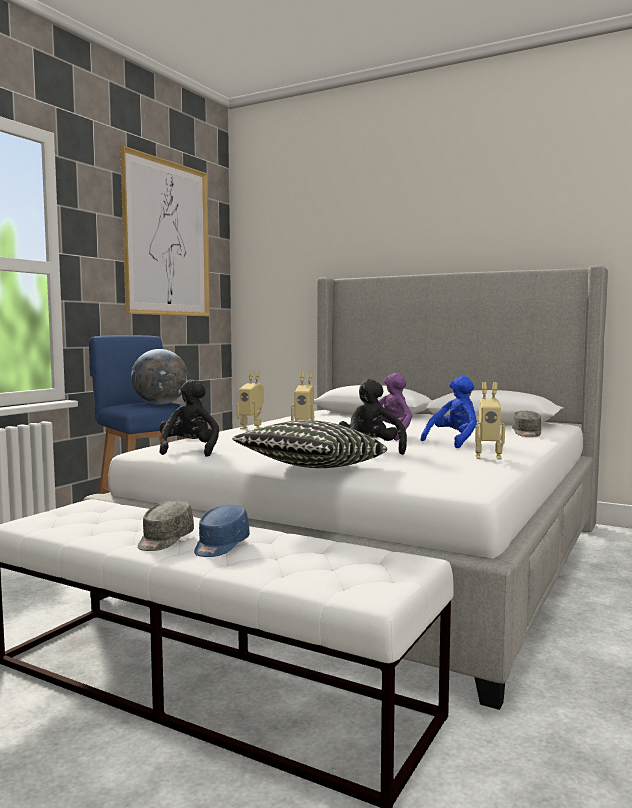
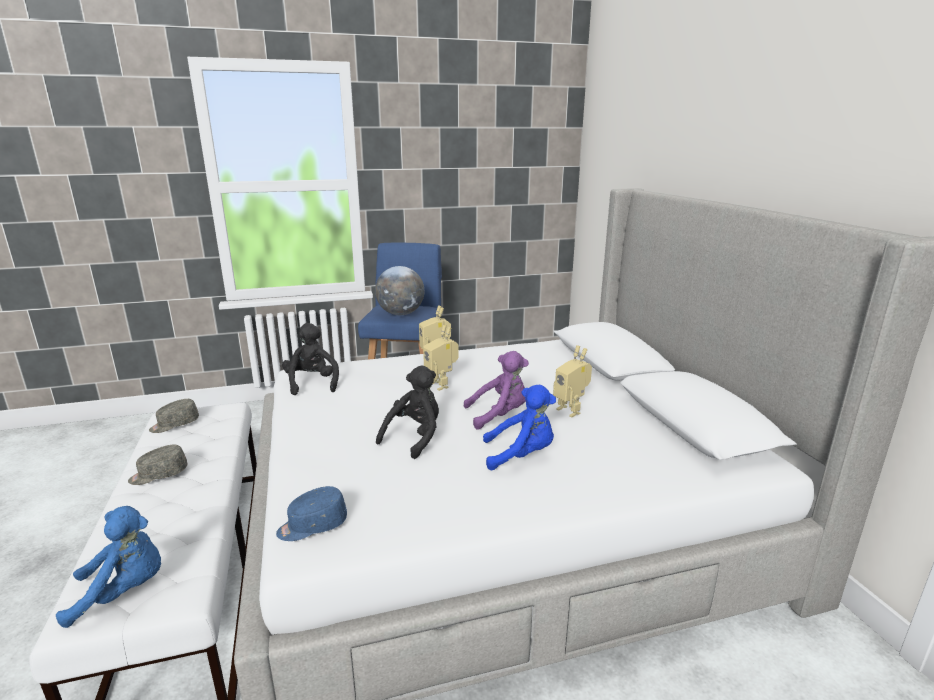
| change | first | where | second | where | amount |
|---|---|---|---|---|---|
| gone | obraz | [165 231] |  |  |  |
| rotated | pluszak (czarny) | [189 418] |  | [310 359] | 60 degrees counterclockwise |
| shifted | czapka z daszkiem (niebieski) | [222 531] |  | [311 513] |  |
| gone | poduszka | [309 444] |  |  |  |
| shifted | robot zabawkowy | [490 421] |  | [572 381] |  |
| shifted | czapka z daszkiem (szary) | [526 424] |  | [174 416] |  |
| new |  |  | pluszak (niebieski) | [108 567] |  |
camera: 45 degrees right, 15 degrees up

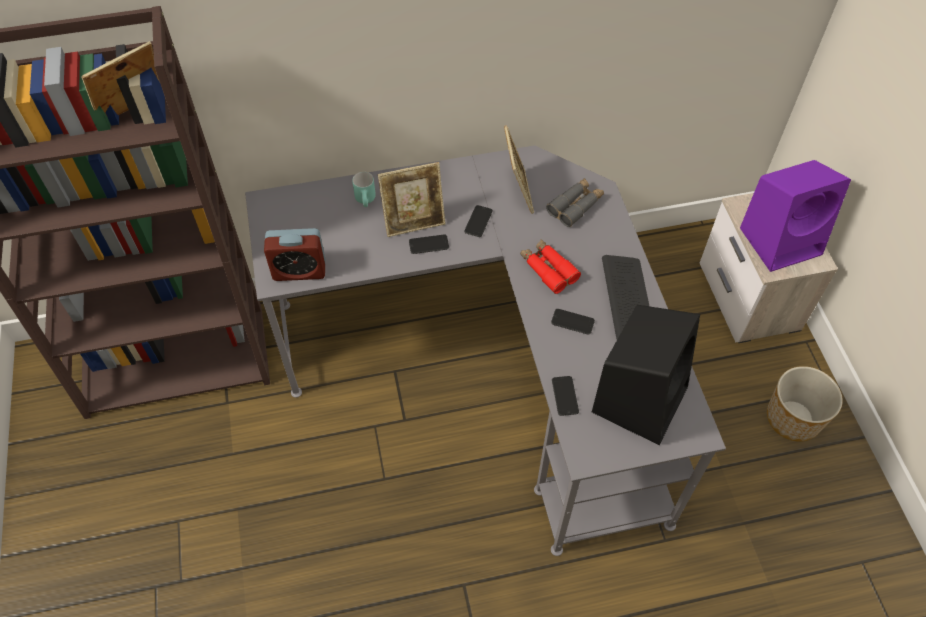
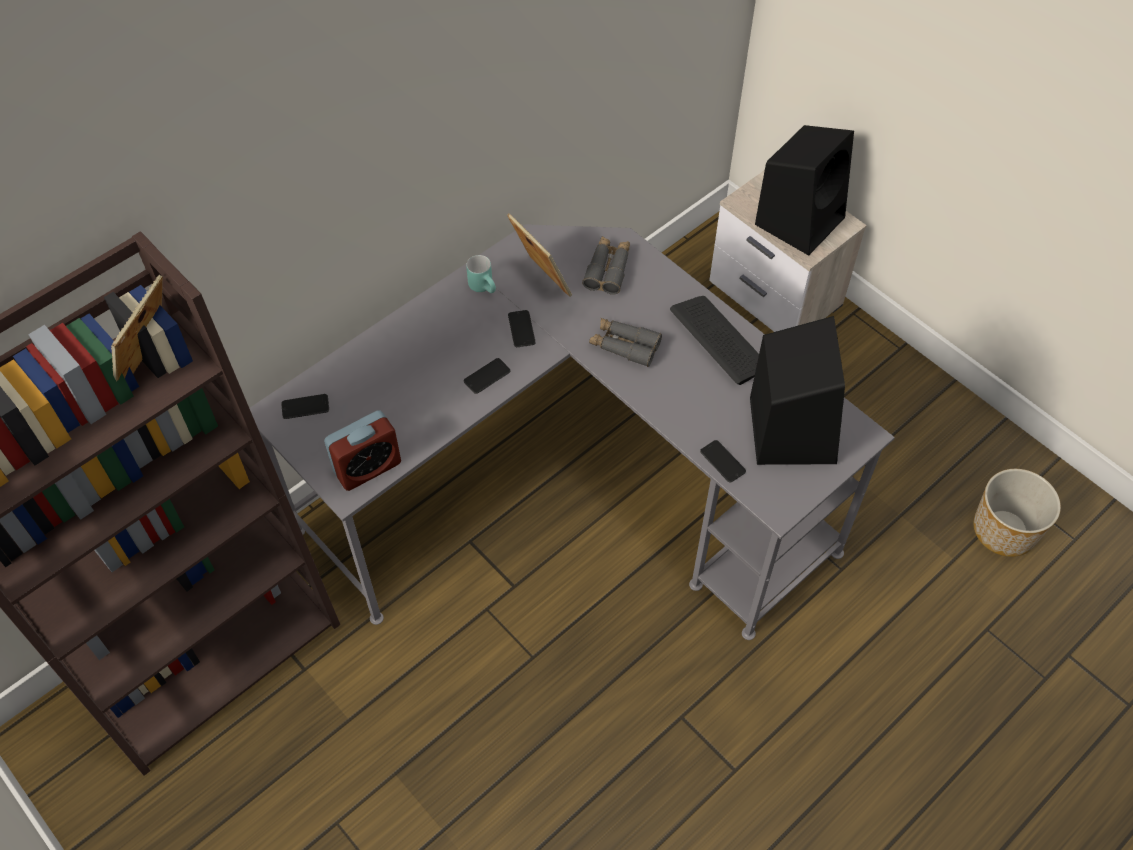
| change | first | where | second | where | amount |
|---|---|---|---|---|---|
| shifted | kubek (turkusowy) | [364 189] |  | [481 274] |  |
| gone | ramka na zdjęcie | [412 199] |  |  |  |
| repainted | lornetka (czerwony) | [550 266] | lornetka (szary) | [625 342] |  |
| shifted | telefon | [573 322] |  | [305 406] |  |
| repainted | głośnik (fioletowy) | [795 216] | głośnik (czarny) | [804 190] |  |
| shifted | donica | [805 404] |  | [1017 513] |  |
camera: 30 degrees left, 0 degrees up

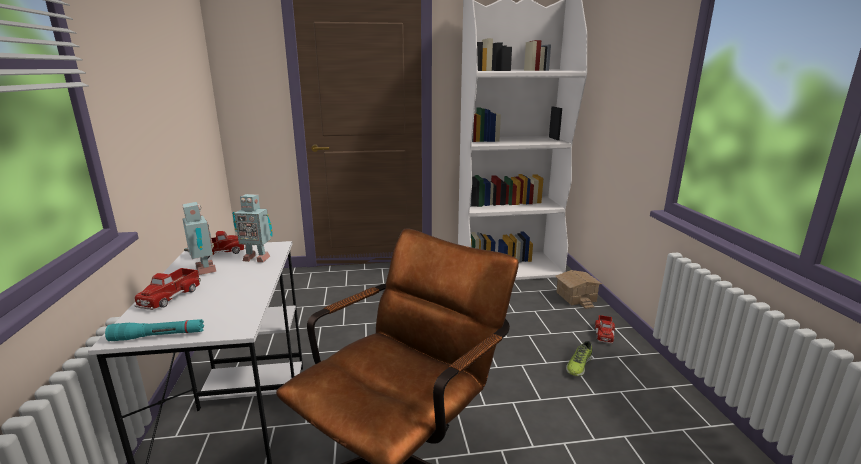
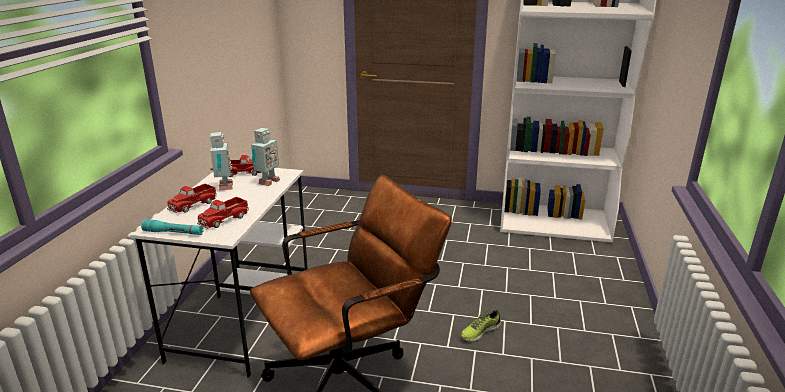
| change | first | where | second | where | amount |
|---|---|---|---|---|---|
| rotated | robot zabawkowy | [252 228] |  | [265 157] | 90 degrees counterclockwise |
| gone | domek | [578 289] |  |  |  |
| shifted | but | [579 358] |  | [481 325] |  |
| shifted | ciężarówka zabawkowa | [605 329] |  | [223 213] |  |
camera: 20 degrees right, 5 degrees up

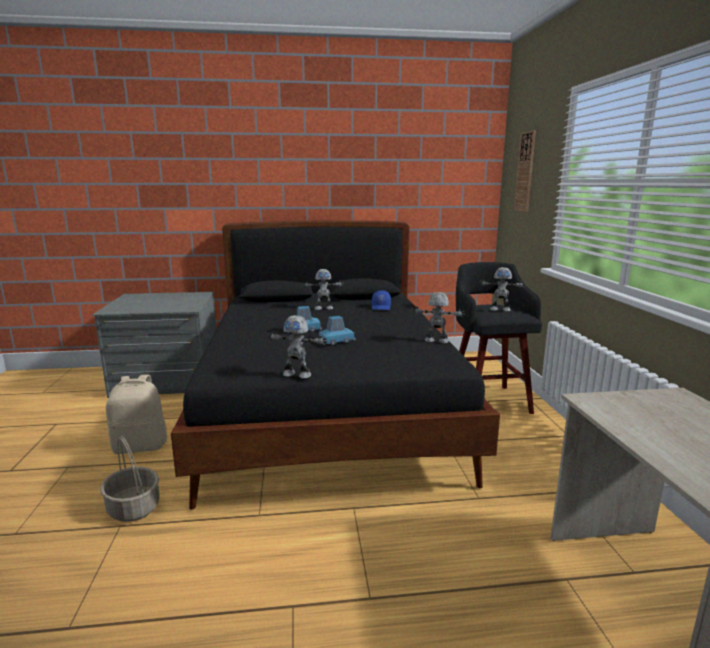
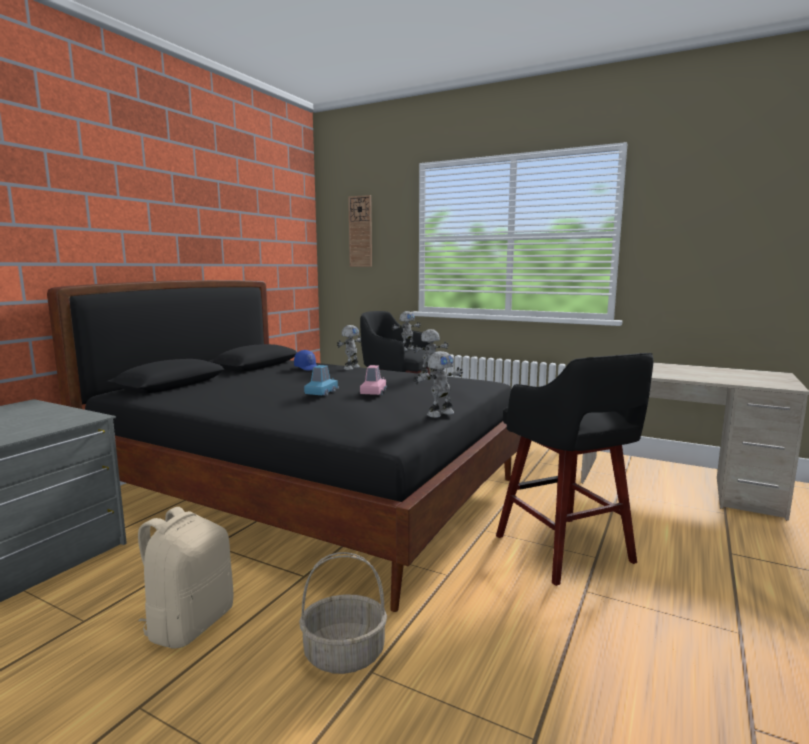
| change | first | where | second | where | amount |
|---|---|---|---|---|---|
| shifted | robot zabawkowy | [323 289] |  | [349 347] |  |
| repainted | samochodzik (niebieski) | [337 330] | samochodzik (różowy) | [373 380] |  |
| new |  |  | stołek (czarny) | [575 469] |  |
camera: 55 degrees left, 5 degrees down

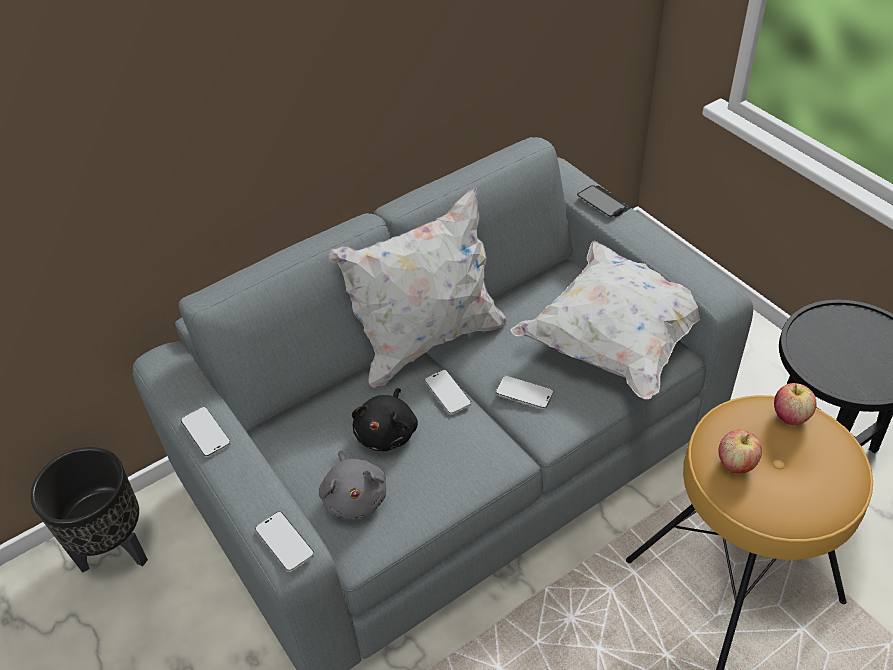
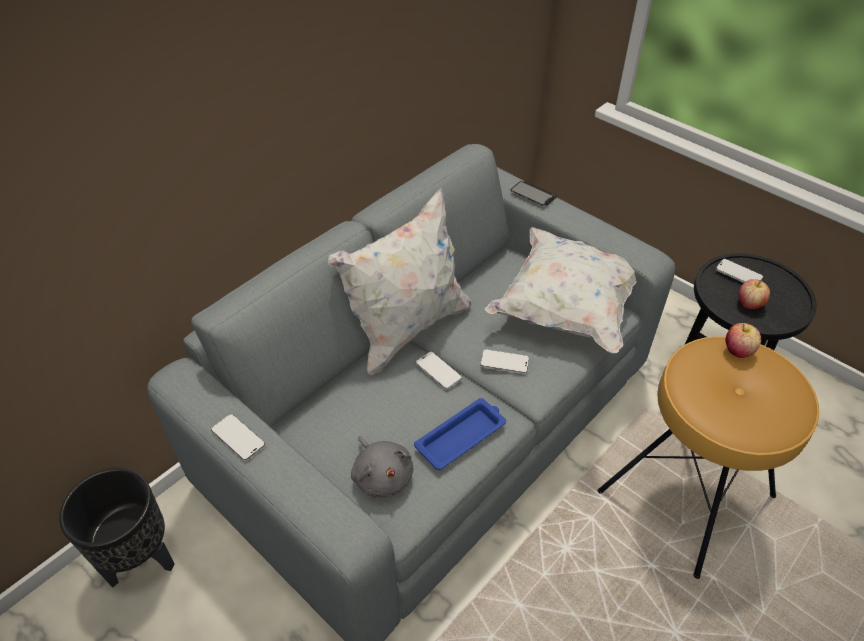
| change | first | where | second | where | amount |
|---|---|---|---|---|---|
| shifted | telefon | [284 542] |  | [739 271] |  |
| gone | pluszak (czarny) | [385 419] |  |  |  |
| shifted | jabłko | [740 452] |  | [754 294] |  |
| new |  |  | taca (niebieski) | [460 434] |  |
camera: 15 degrees left, 0 degrees up

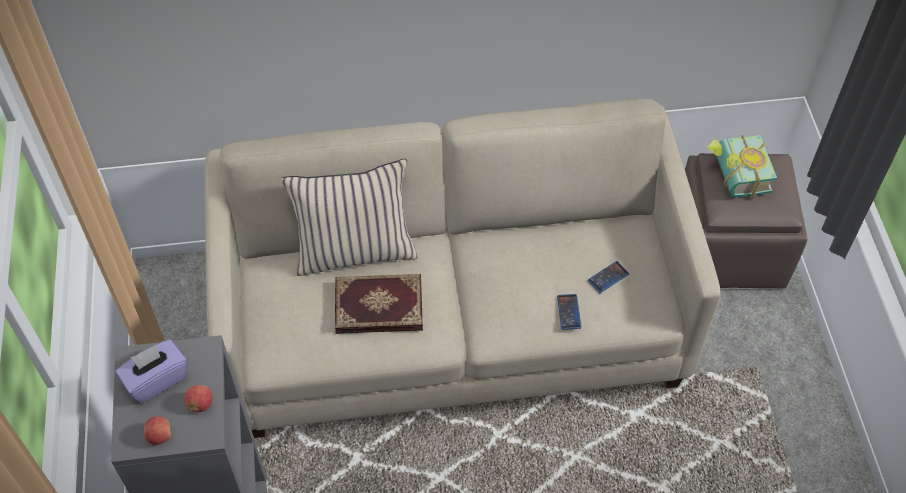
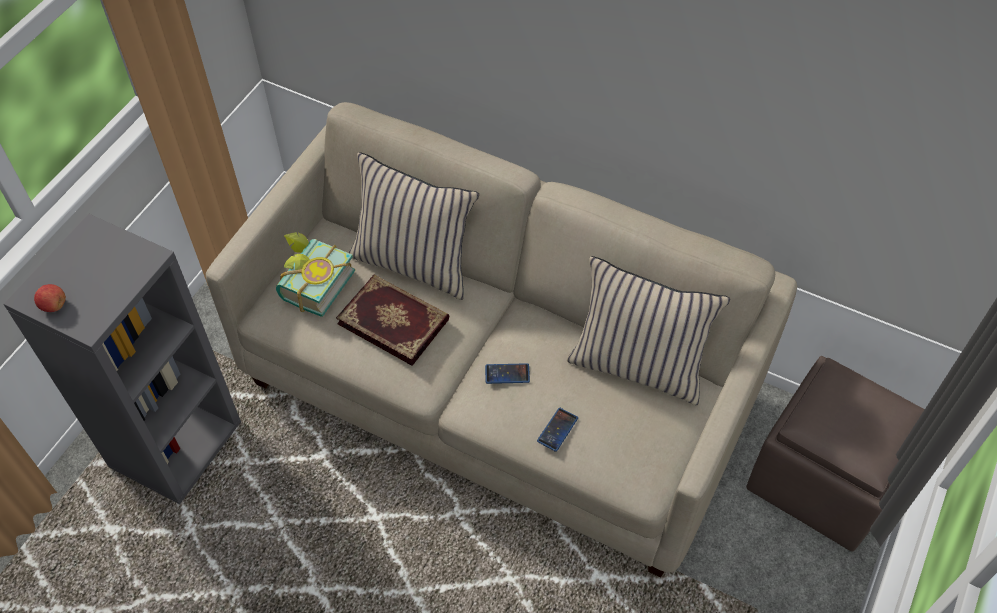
| change | first | where | second | where | amount |
|---|---|---|---|---|---|
| gone | pudełko chusteczek (fioletowy) | [151 371] |  |  |  |
| gone | jabłko | [198 398] |  |  |  |
| shifted | telefon | [608 277] |  | [507 373] |  |
| shifted | książka | [742 167] |  | [315 274] |  |
| new |  |  | poduszka (beżowy) | [649 330] |  |
camera: 35 degrees right, 0 degrees up

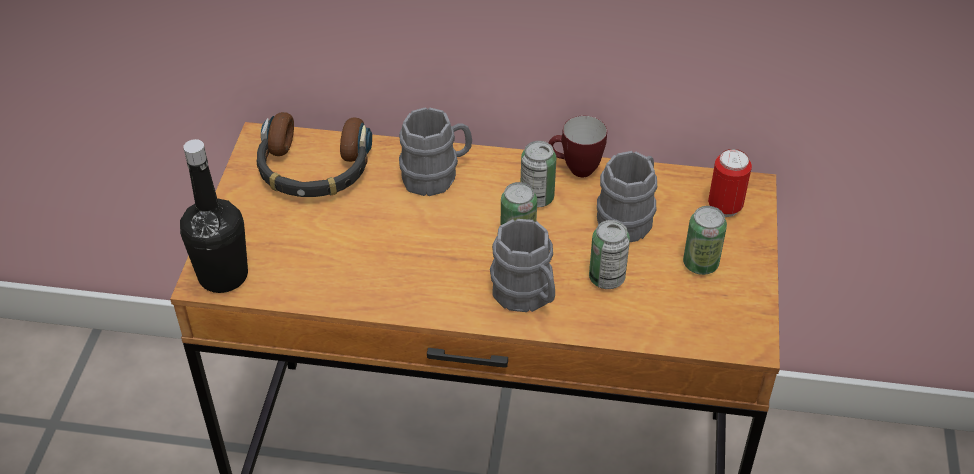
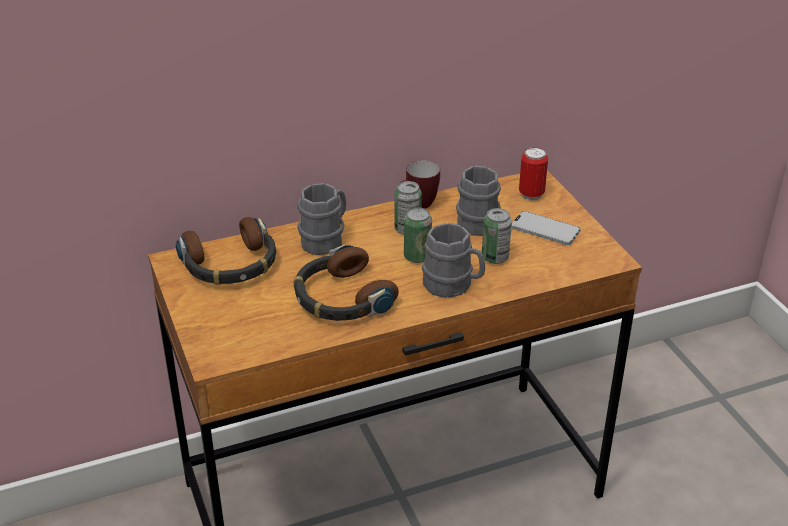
| change | first | where | second | where | amount |
|---|---|---|---|---|---|
| gone | butelka (czarny) | [214 216] |  |  |  |
| swapped | puszka | [705 240] | telefon | [546 228] |  |
| new |  |  | słuchawki | [346 282] |  |
camera: 30 degrees left, 10 degrees down

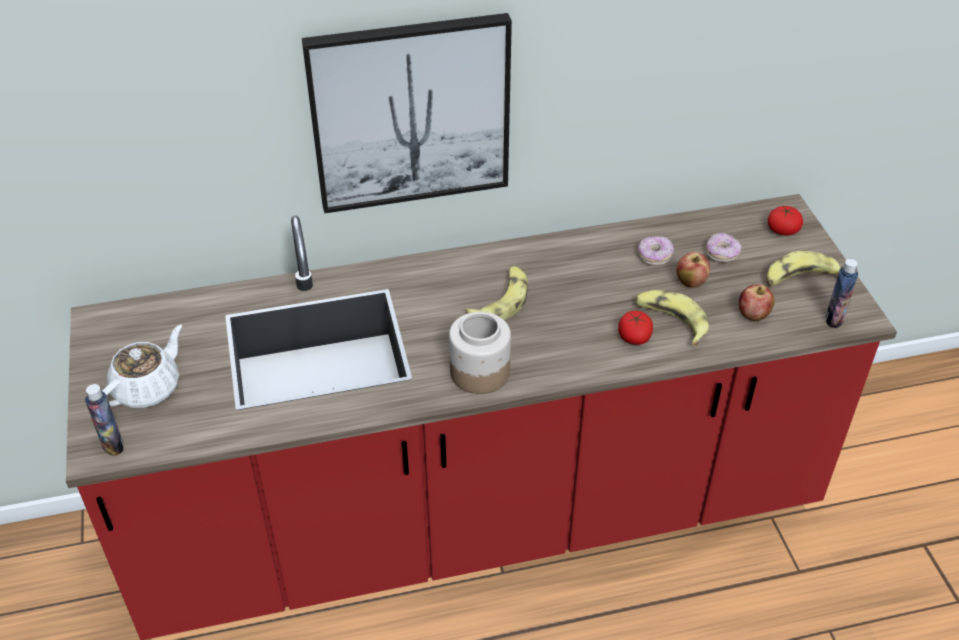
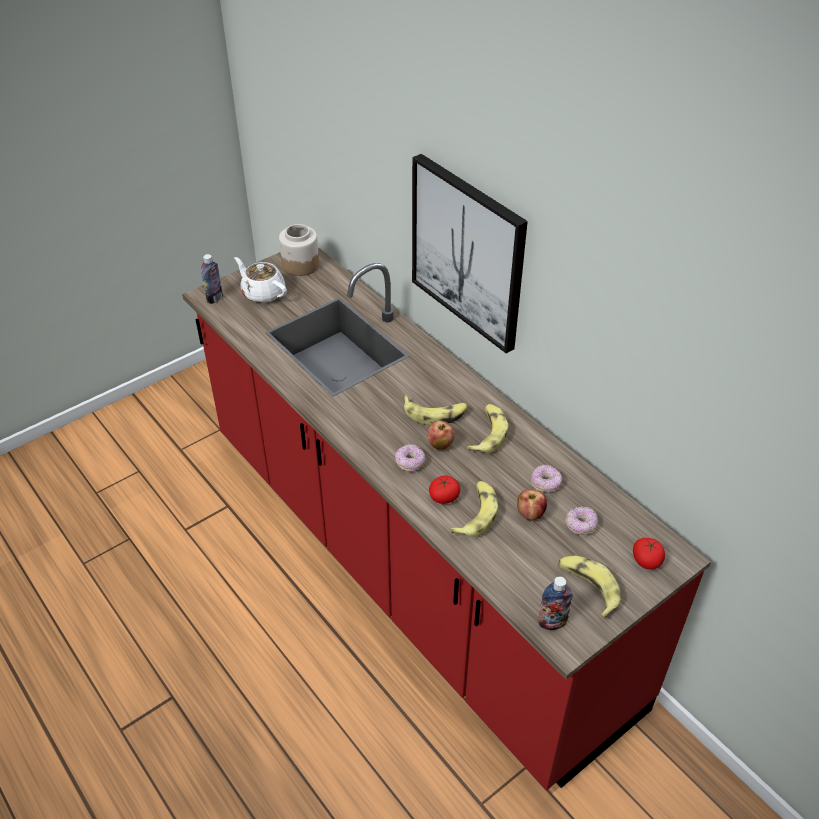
| change | first | where | second | where | amount |
|---|---|---|---|---|---|
| rotated | imbryk (biały) | [142 366] |  | [260 280] | 150 degrees counterclockwise |
| shifted | słoik | [480 353] |  | [299 250] |  |
| shifted | jabłko | [757 302] |  | [441 435] |  |
| new |  |  | donut | [410 458] |  |
| new |  |  | banan | [487 428] |  |
camera: 65 degrees right, 0 degrees up

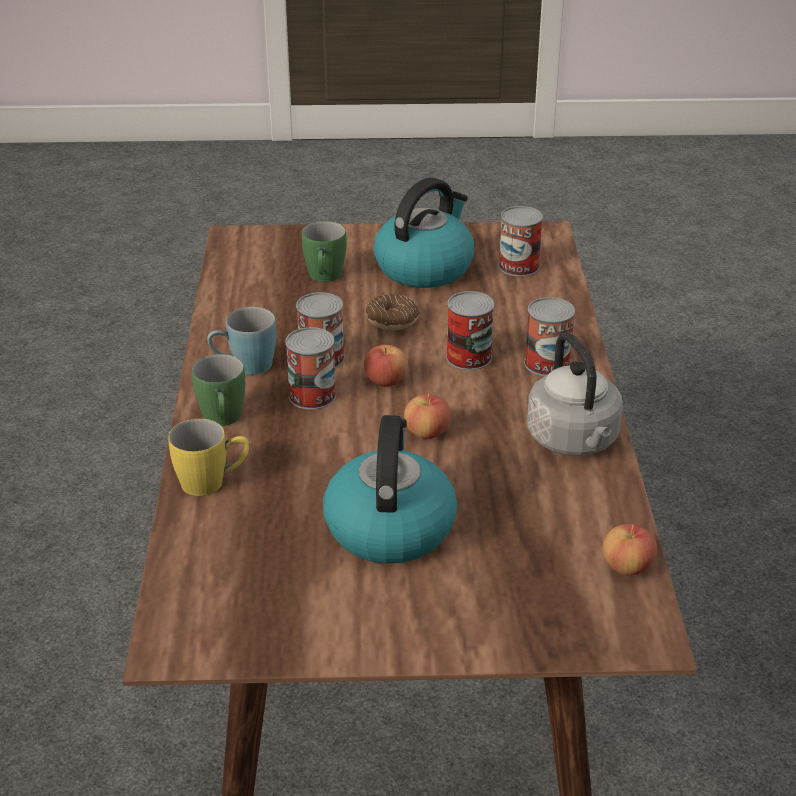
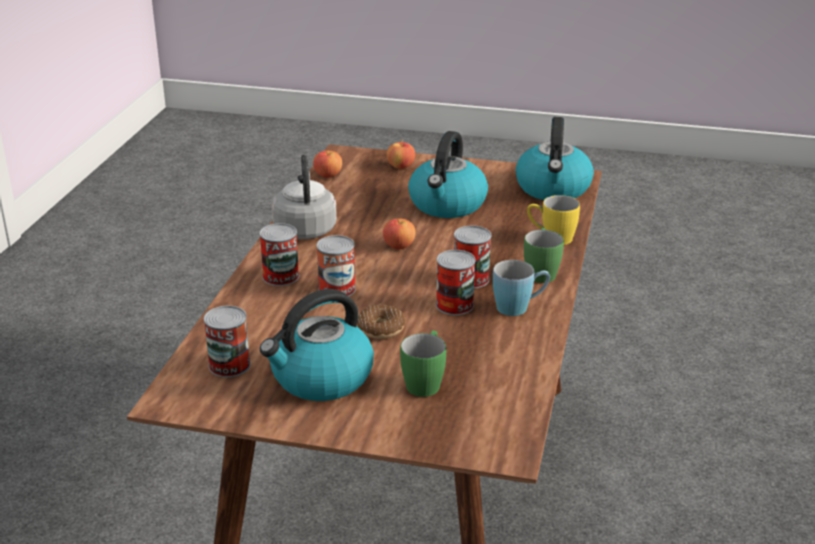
| change | first | where | second | where | amount |
|---|---|---|---|---|---|
| shifted | jabłko | [386 366] |  | [401 154] |  |
| new |  |  | czajnik | [554 158] |  |
camera: 165 degrees left, 5 degrees down

